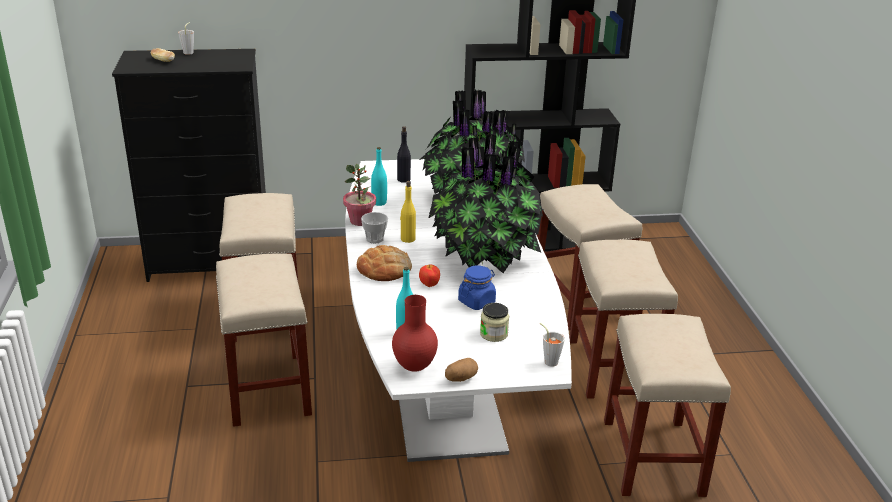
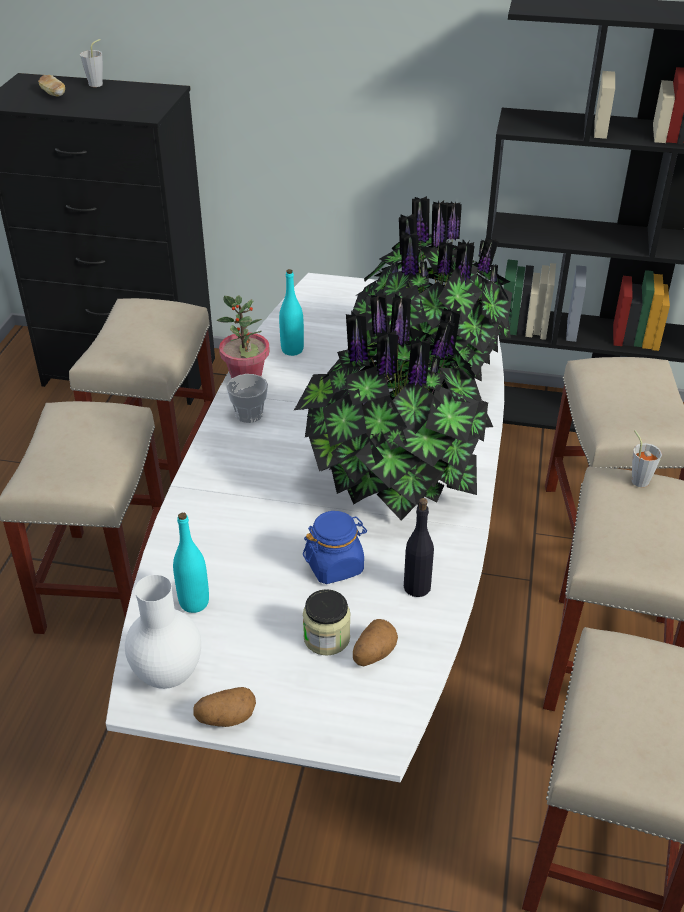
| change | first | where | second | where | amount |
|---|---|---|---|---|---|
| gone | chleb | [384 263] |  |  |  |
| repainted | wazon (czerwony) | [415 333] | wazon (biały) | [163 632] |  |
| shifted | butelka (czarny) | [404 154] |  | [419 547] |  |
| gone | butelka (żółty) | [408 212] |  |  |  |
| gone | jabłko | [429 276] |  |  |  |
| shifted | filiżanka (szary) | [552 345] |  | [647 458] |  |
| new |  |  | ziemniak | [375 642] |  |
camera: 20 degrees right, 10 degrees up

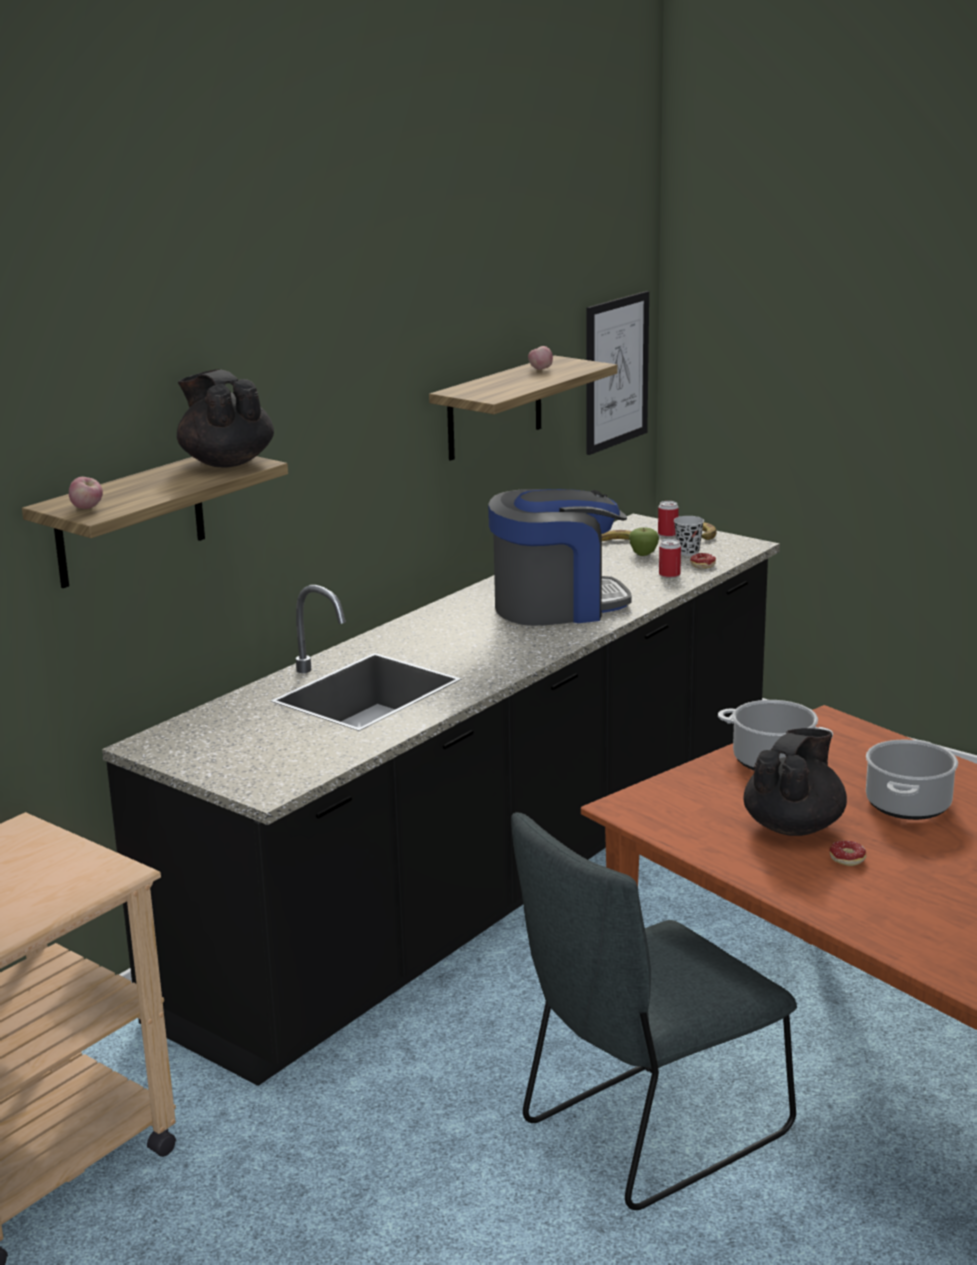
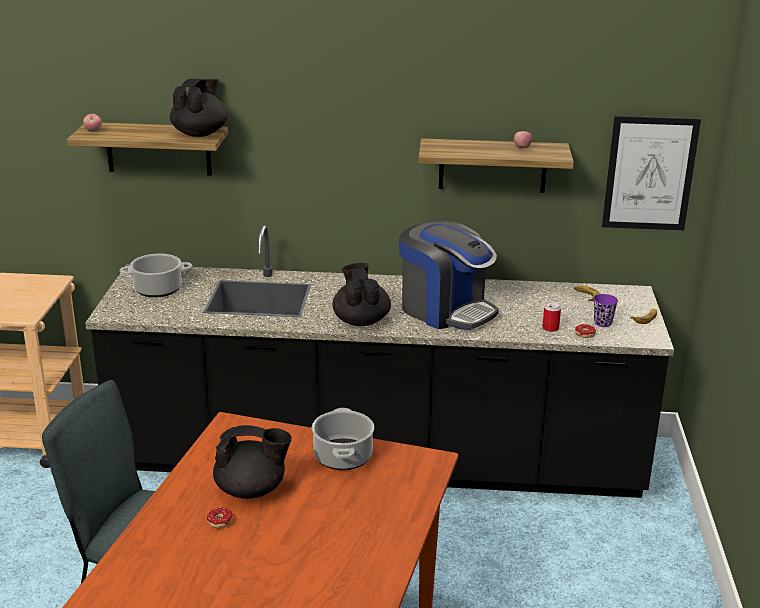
| change | first | where | second | where | amount |
|---|---|---|---|---|---|
| gone | jabłko | [644 541] |  |  |  |
| gone | puszka | [668 519] |  |  |  |
| repainted | filiżanka (czarny) | [689 536] | filiżanka (fioletowy) | [605 310] |  |
| shifted | garnek | [912 780] |  | [155 275] |  |
| new |  |  | imbryk (czarny) | [361 294] |  |
camera: 55 degrees right, 5 degrees up

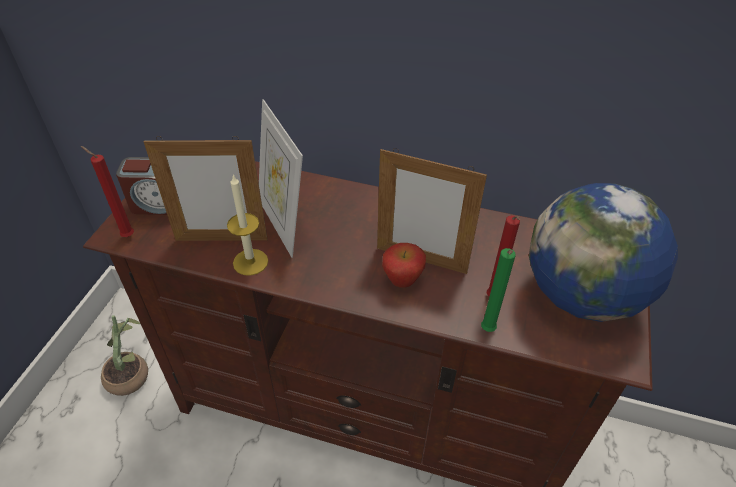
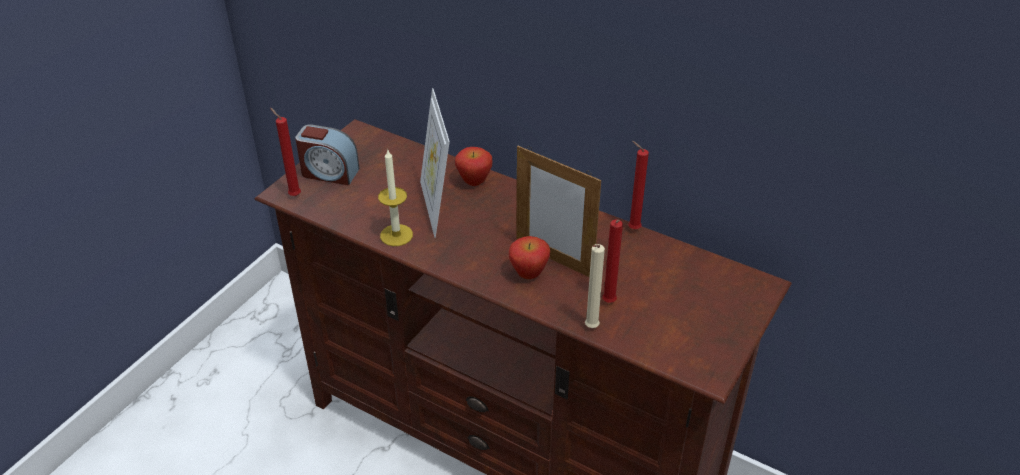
| change | first | where | second | where | amount |
|---|---|---|---|---|---|
| gone | roślina doniczkowa | [124 355] |  |  |  |
| gone | ramka na zdjęcie | [206 188] |  |  |  |
| repainted | świeca (zielony) | [498 290] | świeca (beżowy) | [595 286] |  |
| gone | globus | [603 252] |  |  |  |
| new |  |  | jabłko | [474 166] |  |
| new |  |  | świeca (czerwony) | [638 185] |  |
camera: 15 degrees right, 5 degrees down

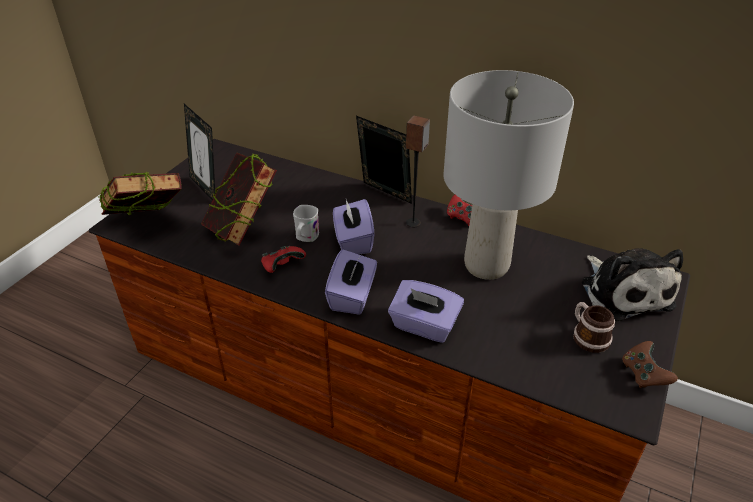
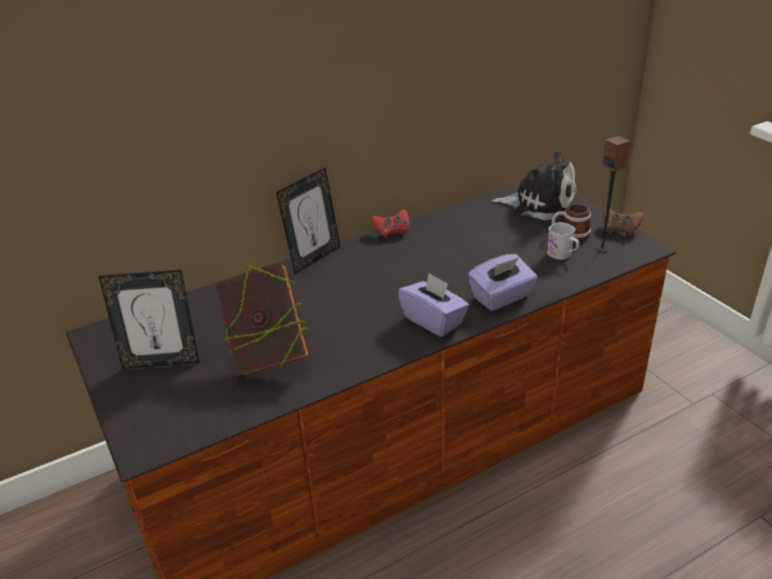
| change | first | where | second | where | amount |
|---|---|---|---|---|---|
| gone | książka | [140 193] |  |  |  |
| gone | pad do gier (czerwony) | [283 259] |  |  |  |
| shifted | kubek (biały) | [306 223] |  | [563 241] |  |
| gone | pudełko chusteczek (fioletowy) | [353 226] |  |  |  |
| rotated | ramka na zdjęcie | [384 160] |  | [308 220] | 150 degrees clockwise |
| shifted | głośnik | [418 171] |  | [613 194] |  |
| gone | lampa stołowa (szary) | [509 175] |  |  |  |
camera: 55 degrees left, 5 degrees down

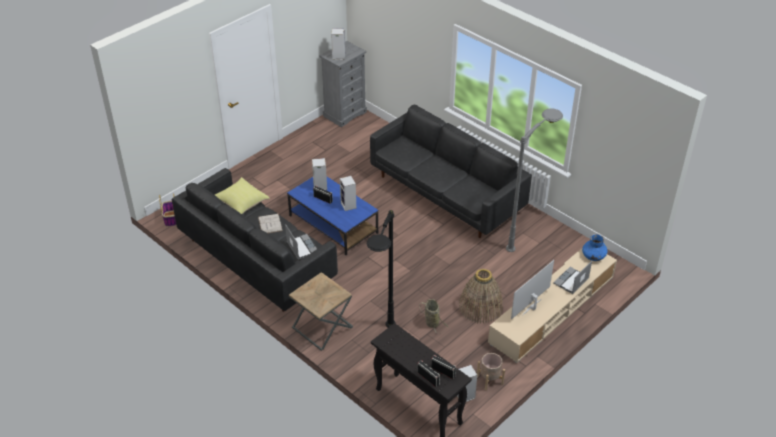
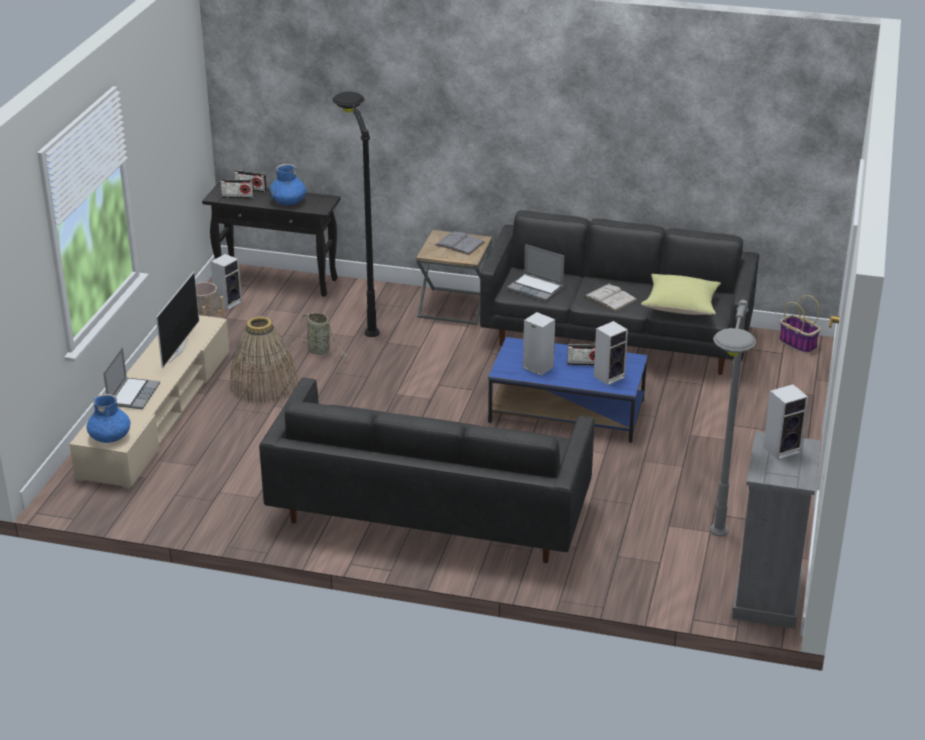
| change | first | where | second | where | amount |
|---|---|---|---|---|---|
| shifted | lampa stojąca (szary) | [534 180] |  | [733 418] |  |
| new |  |  | wazon (niebieski) | [287 184] |  |
| new |  |  | książka (szary) | [460 243] |  |
camera: 150 degrees right, 10 degrees down

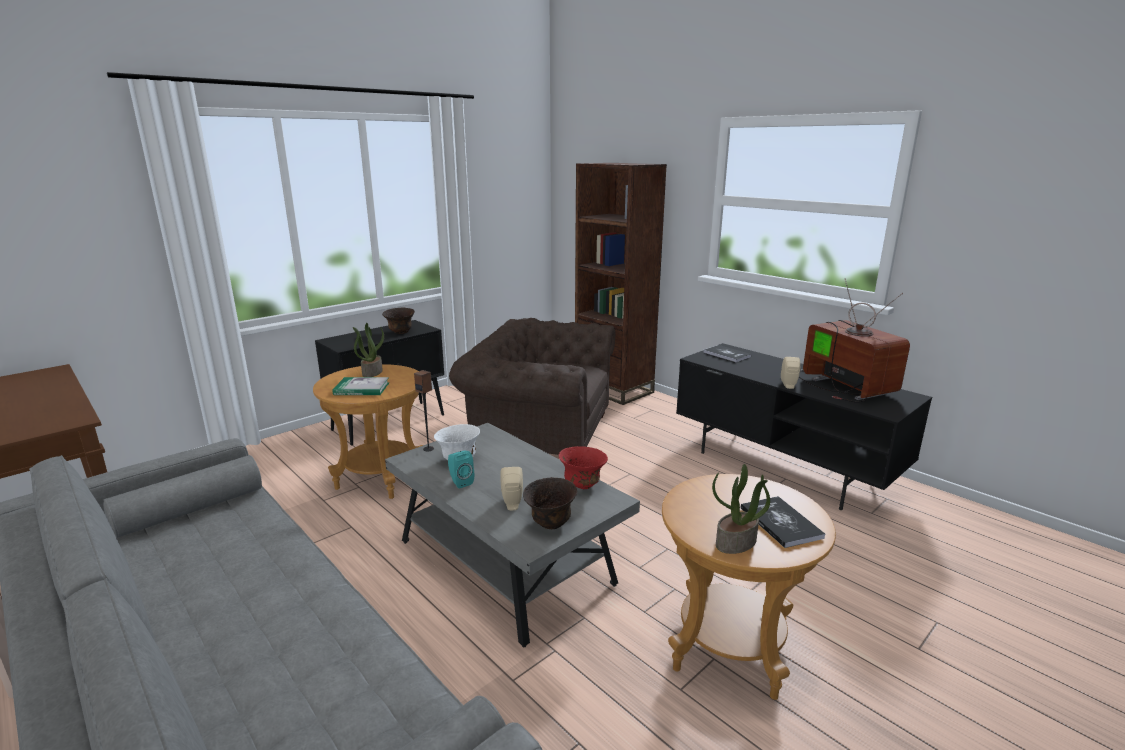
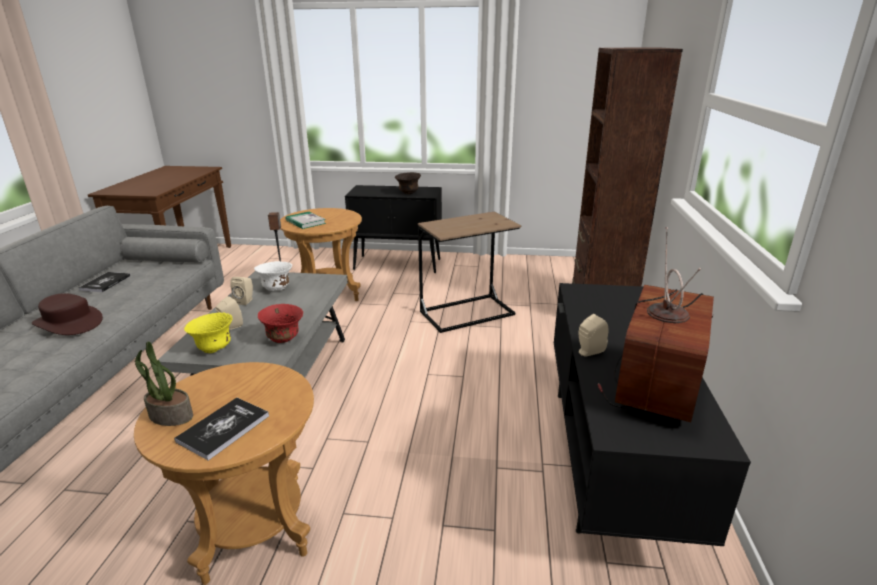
| change | first | where | second | where | amount |
|---|---|---|---|---|---|
| gone | roślina doniczkowa | [368 350] |  |  |  |
| repainted | głośnik (turkusowy) | [461 470] | głośnik (beżowy) | [241 291] |  |
| swapped | fotel (brązowy) | [532 386] | stolik (brązowy) | [469 272] |  |
| repainted | miska (brązowy) | [550 503] | miska (żółty) | [208 333] |  |
| shifted | książka | [727 353] |  | [104 282] |  |
| new |  |  | kapelusz (brązowy) | [67 314] |  |
camera: 50 degrees right, 5 degrees up

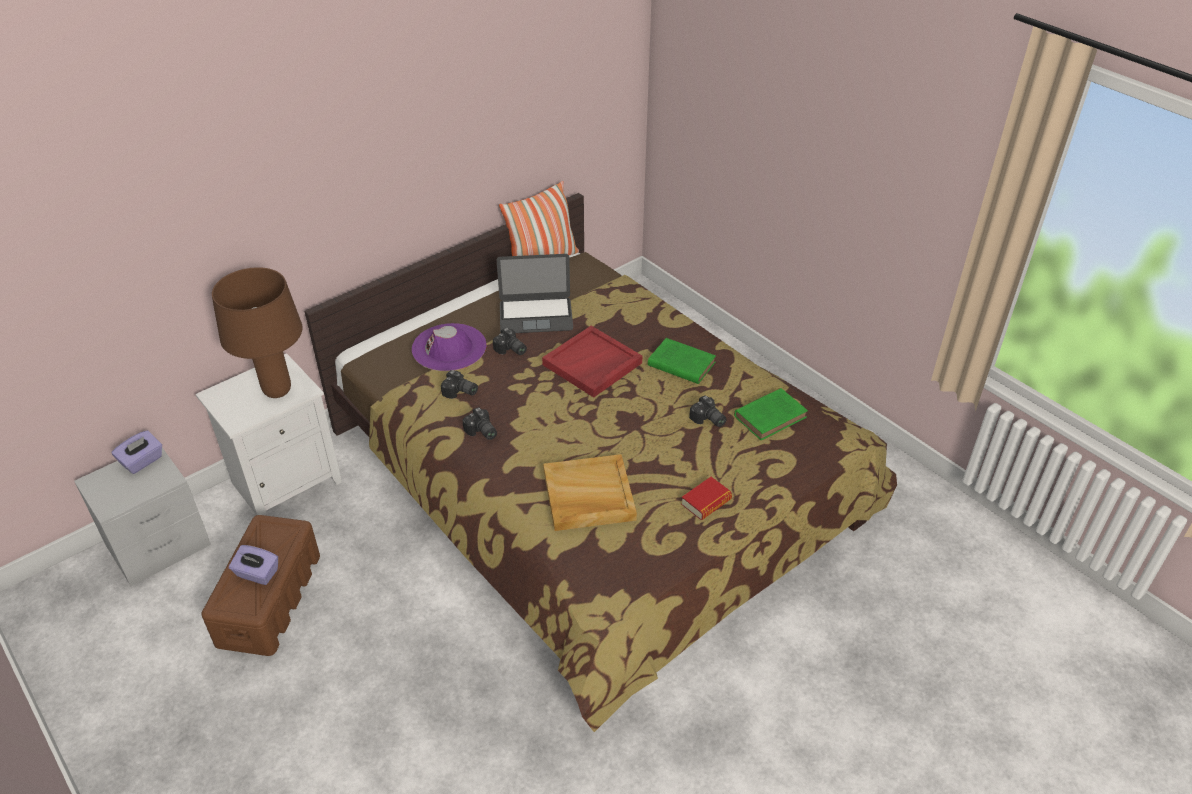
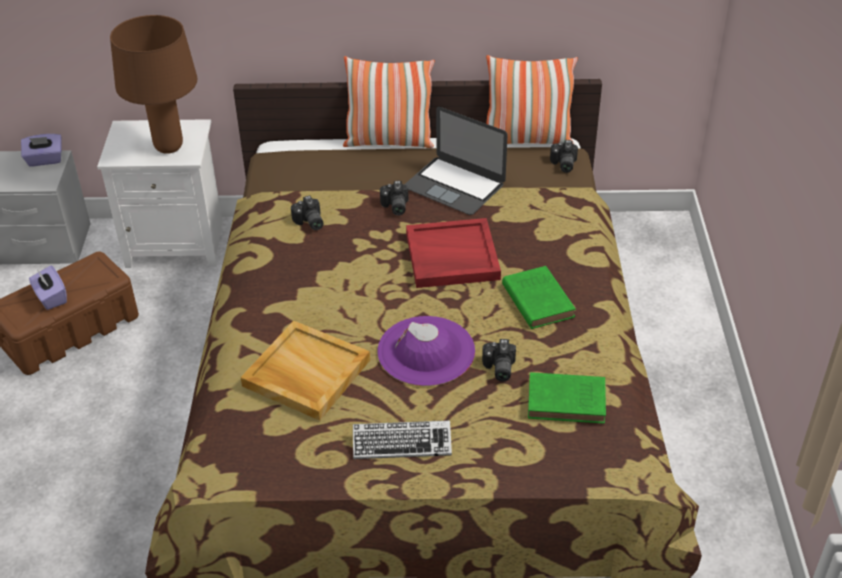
| change | first | where | second | where | amount |
|---|---|---|---|---|---|
| shifted | kapelusz (fioletowy) | [449 347] |  | [426 351] |  |
| shifted | aparat fotograficzny | [479 423] |  | [564 156] |  |
| swapped | książka | [706 498] | klawiatura | [402 439] |  |
| new |  |  | poduszka | [389 102] |  |
camera: 40 degrees right, 0 degrees up

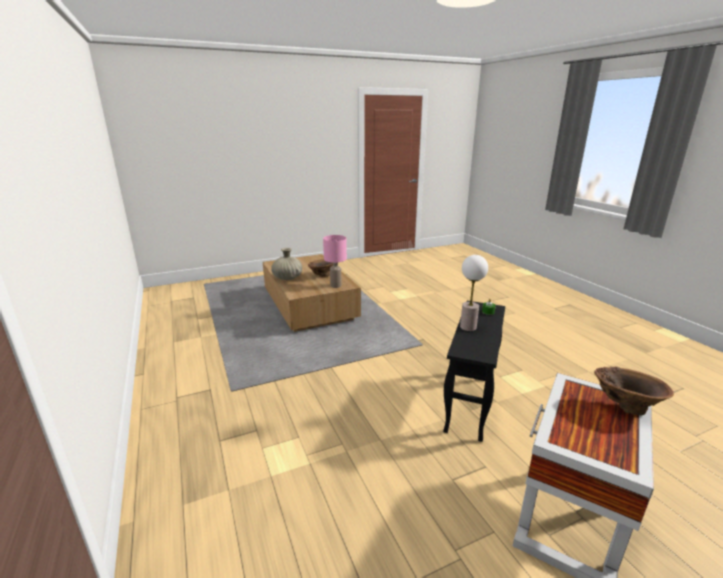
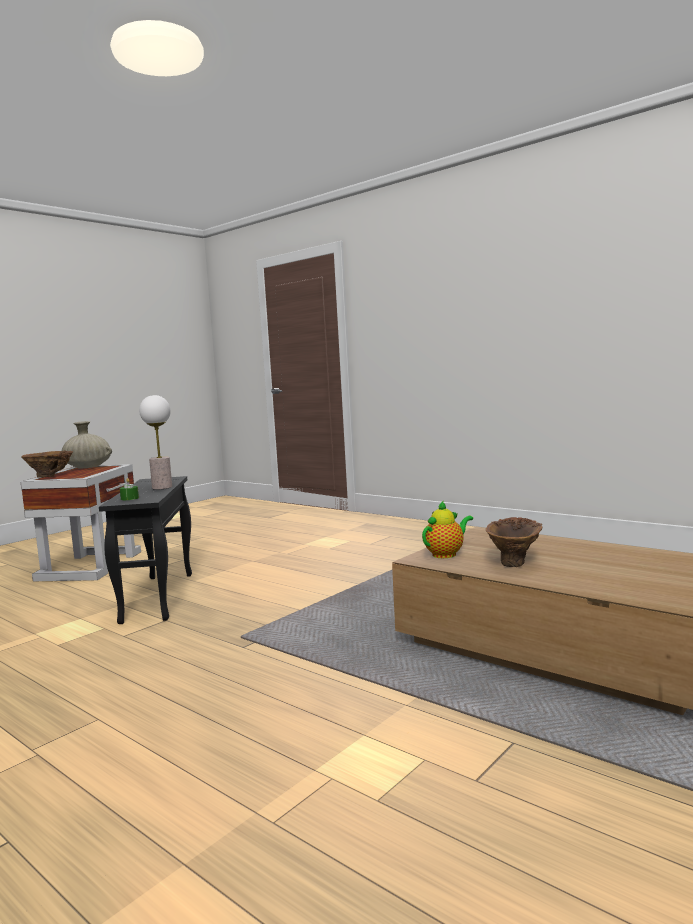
| change | first | where | second | where | amount |
|---|---|---|---|---|---|
| shifted | wazon (beżowy) | [287 264] |  | [86 444] |  |
| swapped | lampa stołowa (różowy) | [335 261] | imbryk | [447 529] |  |
camera: 155 degrees right, 15 degrees down

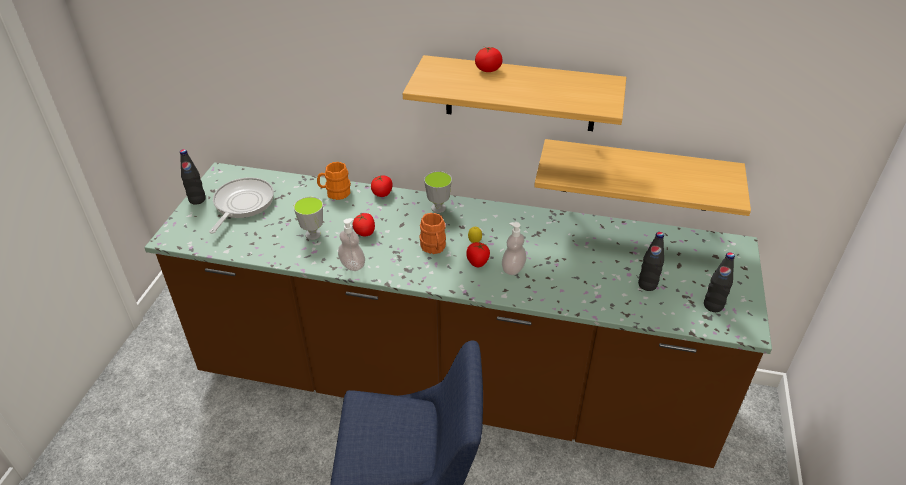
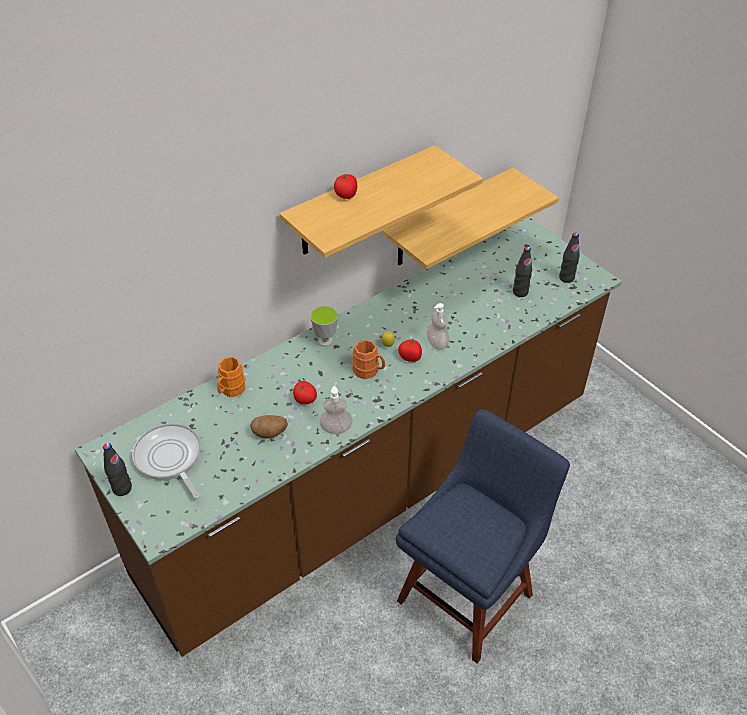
| change | first | where | second | where | amount |
|---|---|---|---|---|---|
| swapped | filiżanka | [308 218] | ziemniak | [269 427] |  |
| gone | pomidor | [382 186] |  |  |  |
camera: 50 degrees left, 5 degrees up

